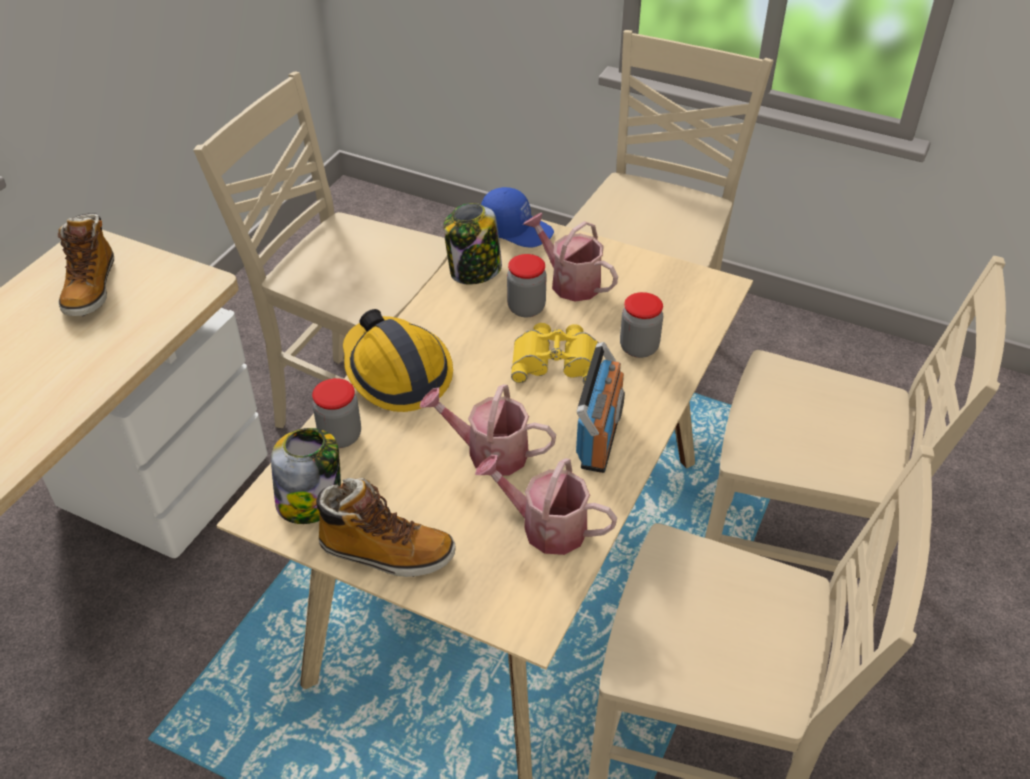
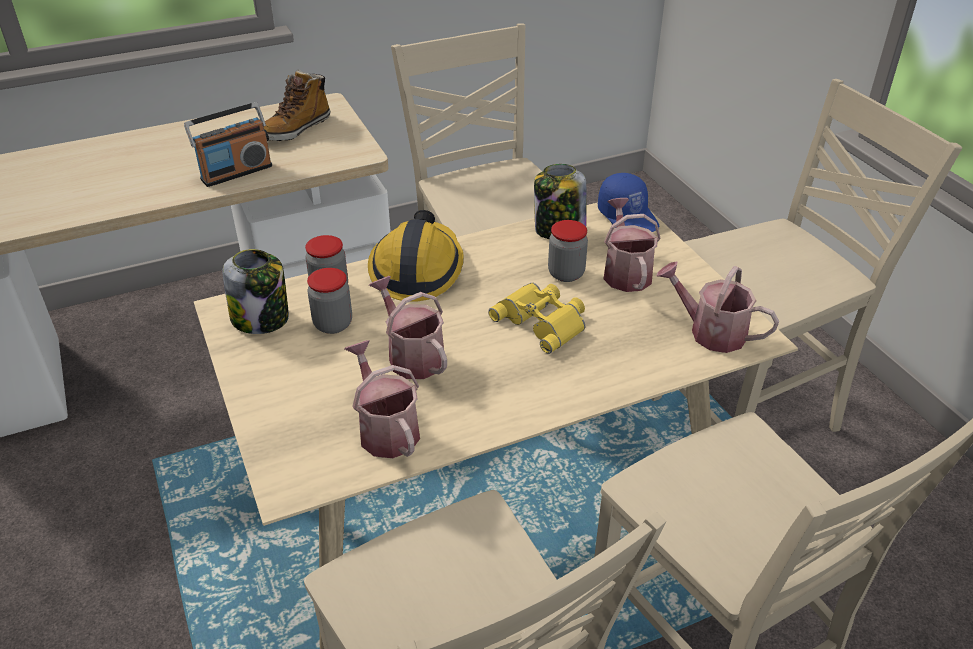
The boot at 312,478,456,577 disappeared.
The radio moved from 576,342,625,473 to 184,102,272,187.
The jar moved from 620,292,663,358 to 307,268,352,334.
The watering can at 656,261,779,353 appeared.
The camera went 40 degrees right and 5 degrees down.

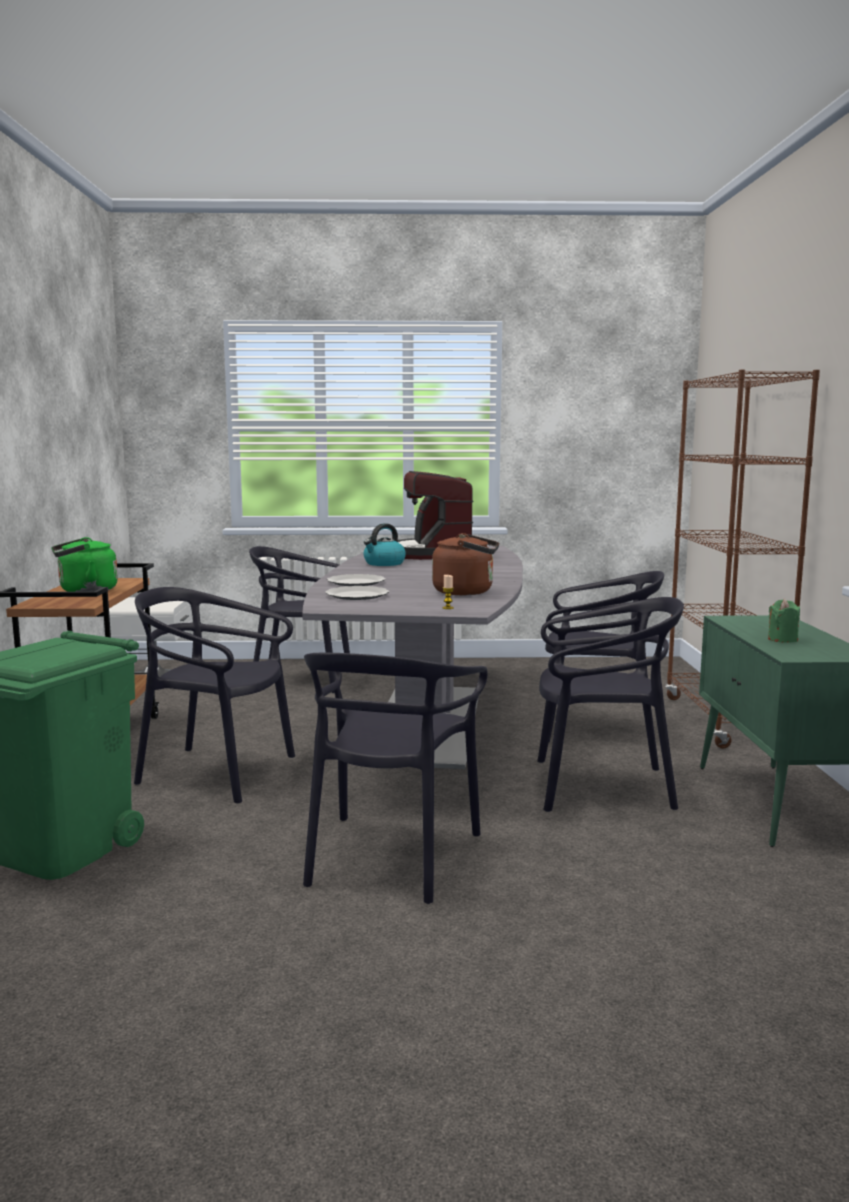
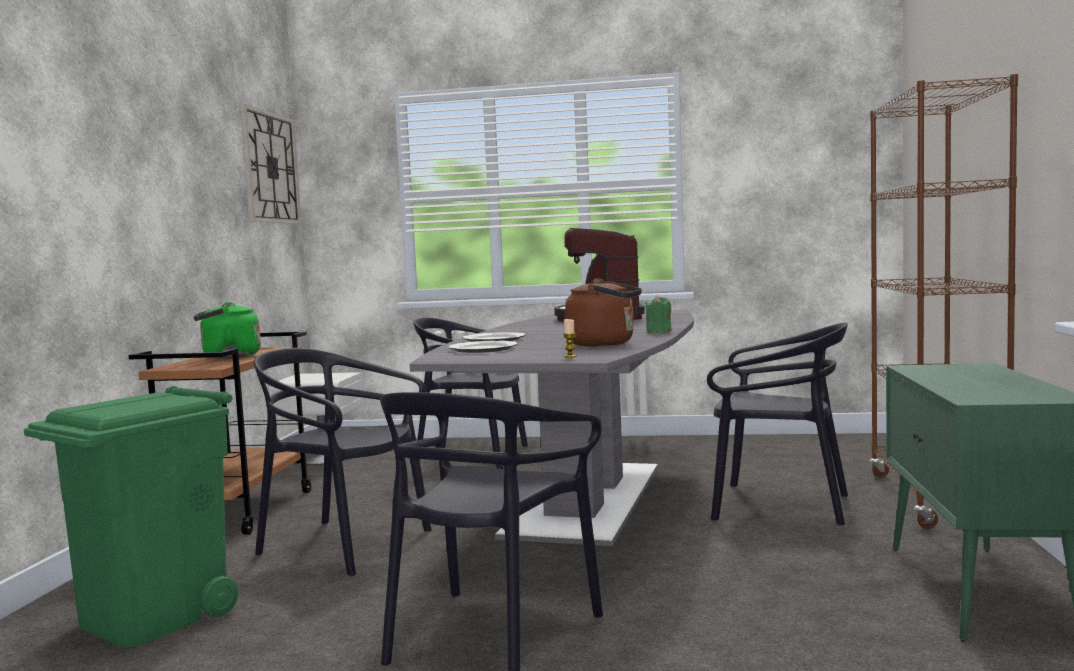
The kettle at 363,523,406,566 disappeared.
The chair/black at 537,597,684,812 disappeared.
The candle/green moved from 768,599,800,643 to 645,295,672,333.
The wall clock at 240,104,301,224 appeared.
The camera went 10 degrees right and 5 degrees down.

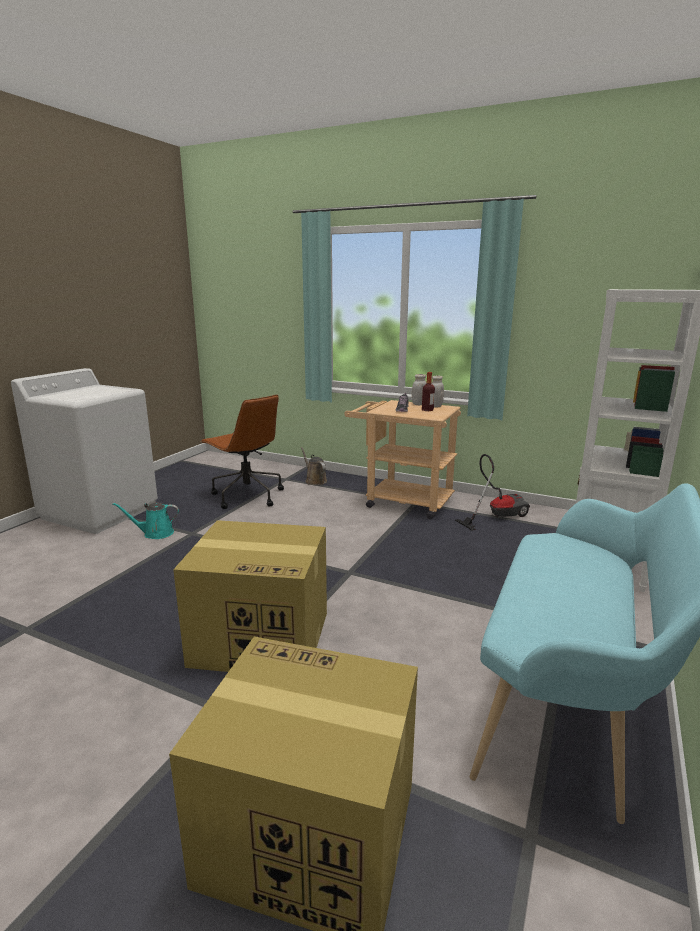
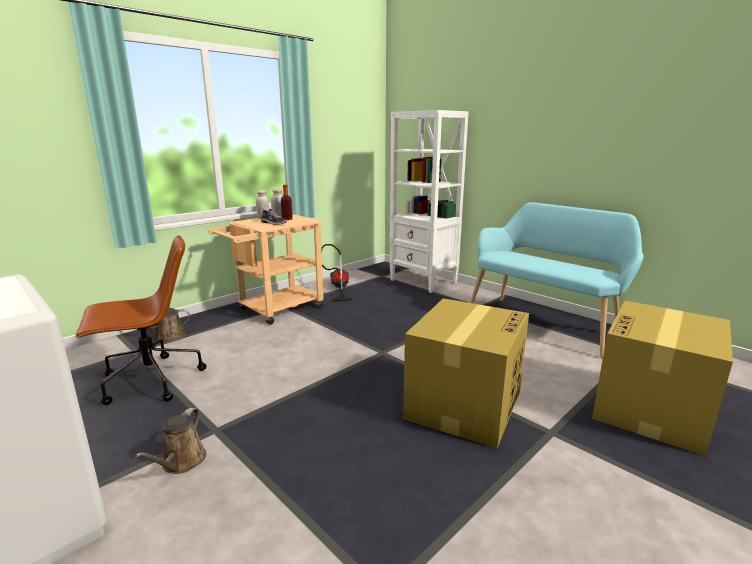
The watering can/turquoise at 112,503,179,539 became the watering can/brown at 135,408,206,474.
The camera went 70 degrees left and 0 degrees up.

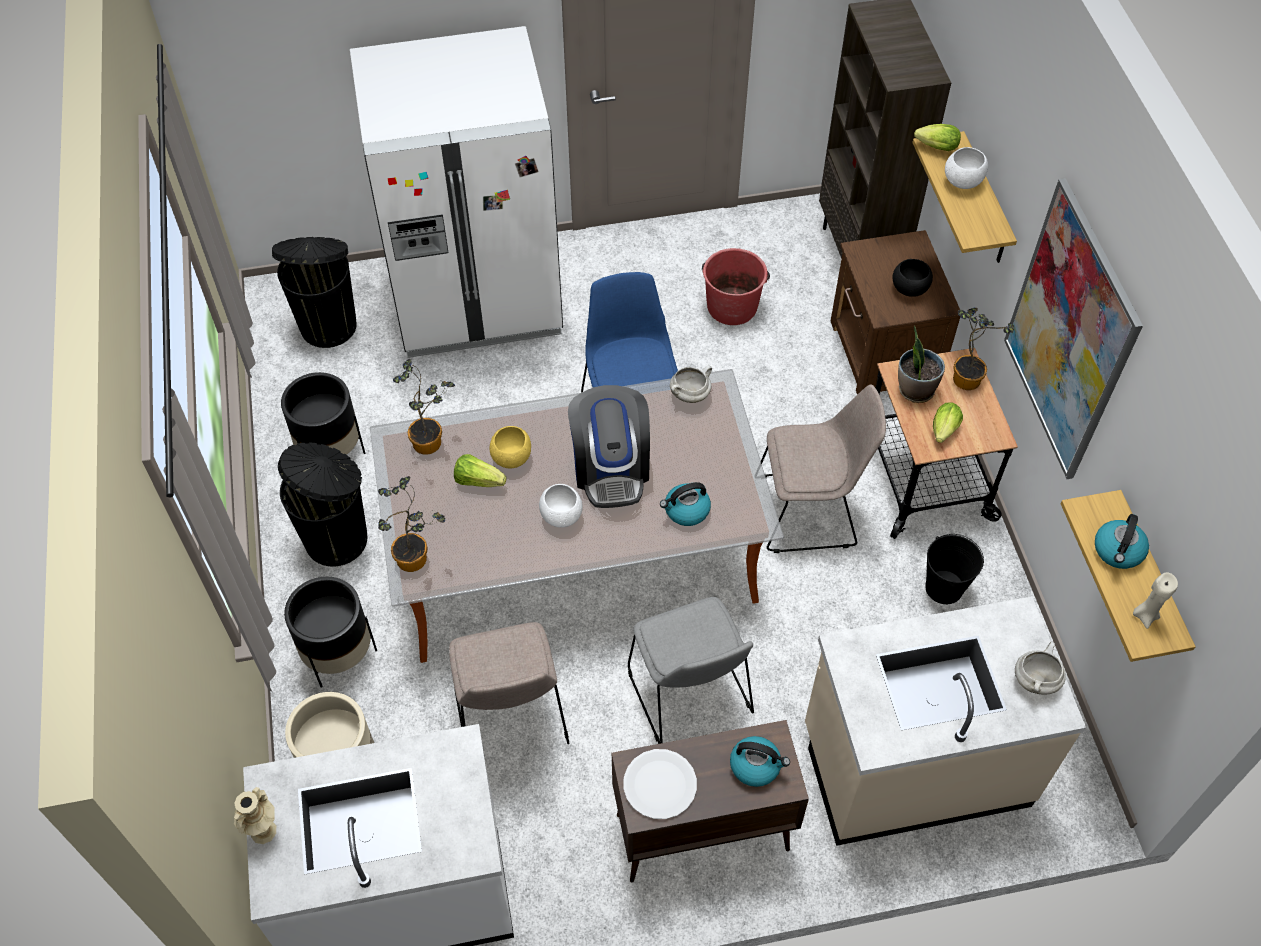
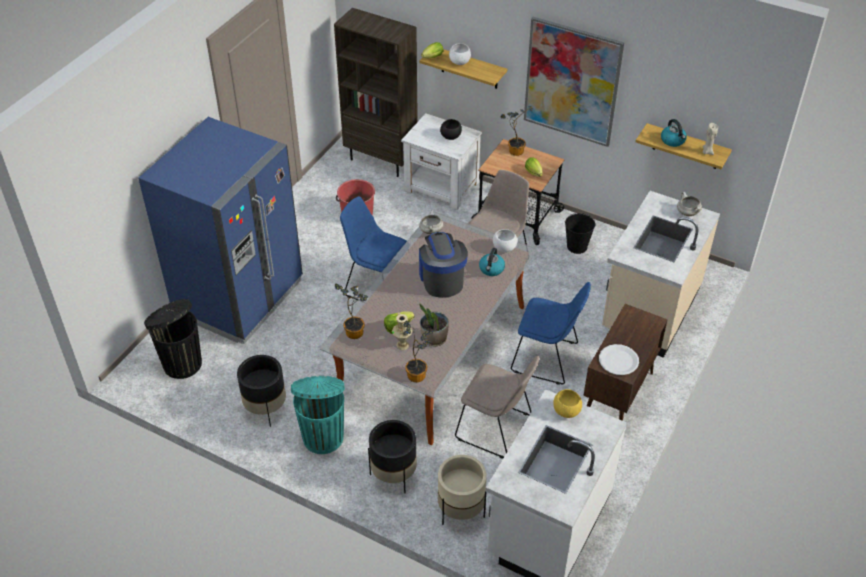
The vase/beige moved from 234,787,276,844 to 392,313,412,350.
The trash can/black at 278,442,368,566 became the trash can/turquoise at 291,376,345,454.
The fridge/white at 350,26,563,358 became the fridge/blue at 138,117,303,344.
The bowl/yellow moved from 490,426,531,468 to 553,389,582,418.
The bowl/white moved from 539,484,583,528 to 493,229,517,252.
The coffee machine at 568,385,650,508 turned 135 degrees counterclockwise.
The chair/grey at 628,597,754,744 became the chair/blue at 511,282,591,385.
The kettle at 730,736,790,787 disappeared.
The nightstand/brown at 831,230,961,395 became the nightstand/white at 401,113,482,210.
The potted plant moved from 898,325,945,403 to 420,304,449,346.
The camera went 50 degrees left and 10 degrees down.

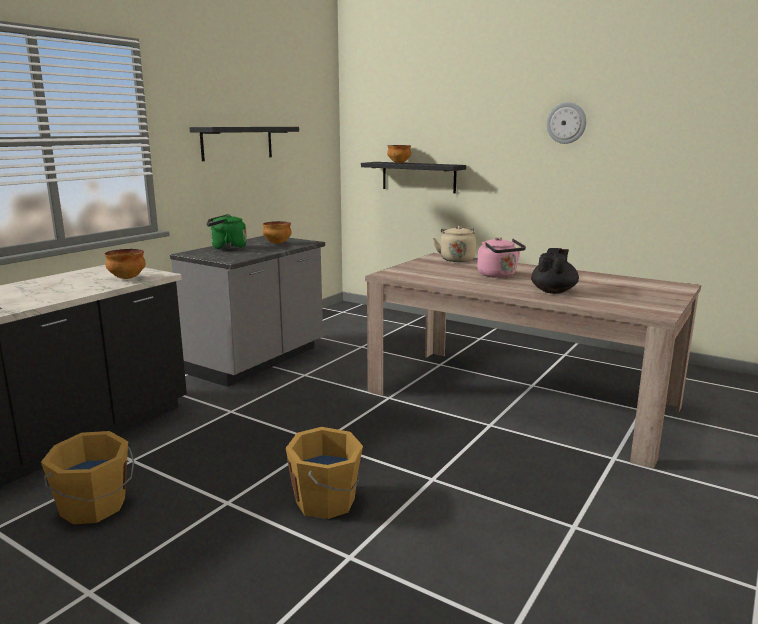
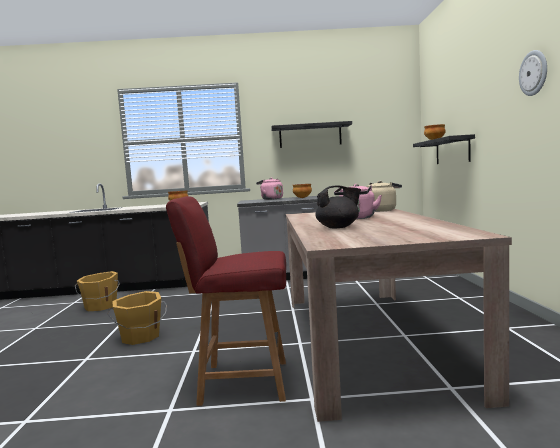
The kettle/green at 206,214,247,250 became the kettle/pink at 256,178,283,200.
The chair/red at 166,196,286,406 appeared.
The camera went 55 degrees right and 10 degrees down.

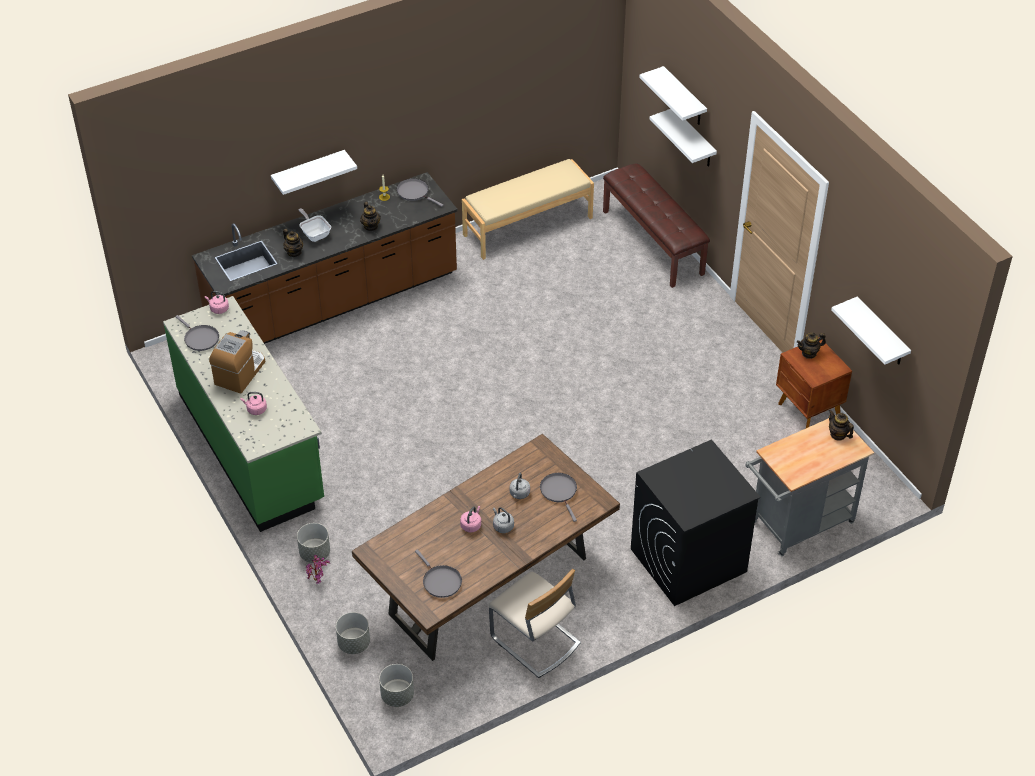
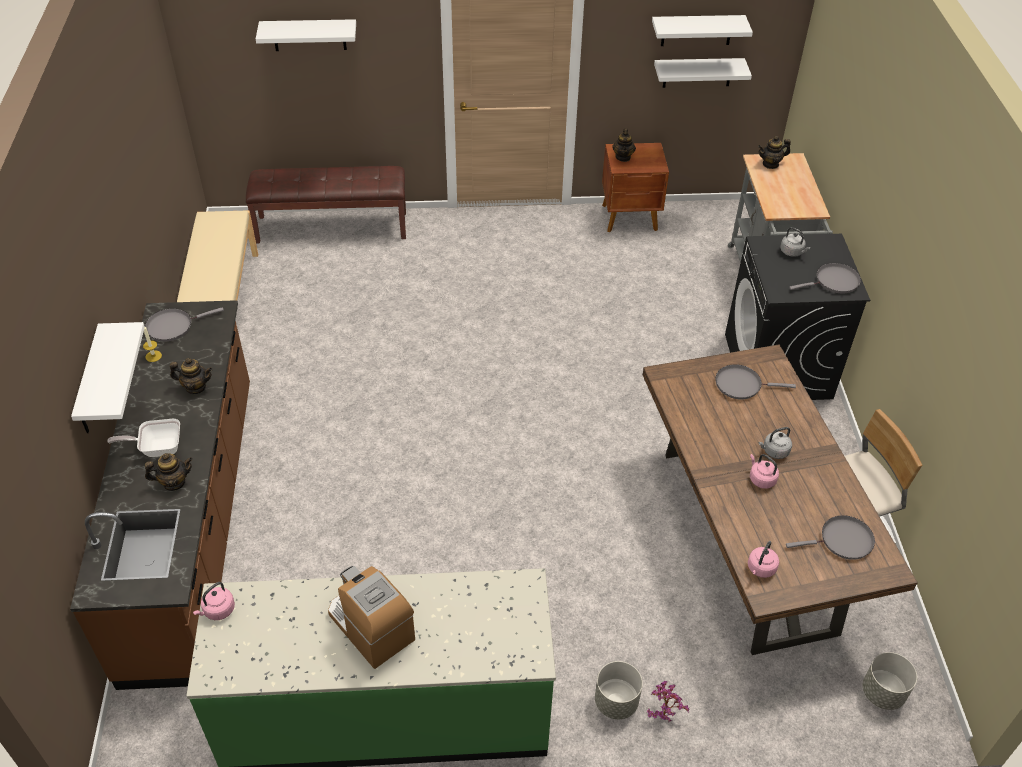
The frying pan/grey moved from 175,315,219,351 to 789,263,861,293.
The kettle/pink moved from 240,392,267,415 to 748,541,779,578.
The planter/grey at 336,612,370,654 disappeared.
The kettle/grey moved from 510,473,530,499 to 780,227,811,257.
The shelf/white moved from 650,109,717,167 to 652,15,753,46.
The camera went 65 degrees left and 0 degrees up.

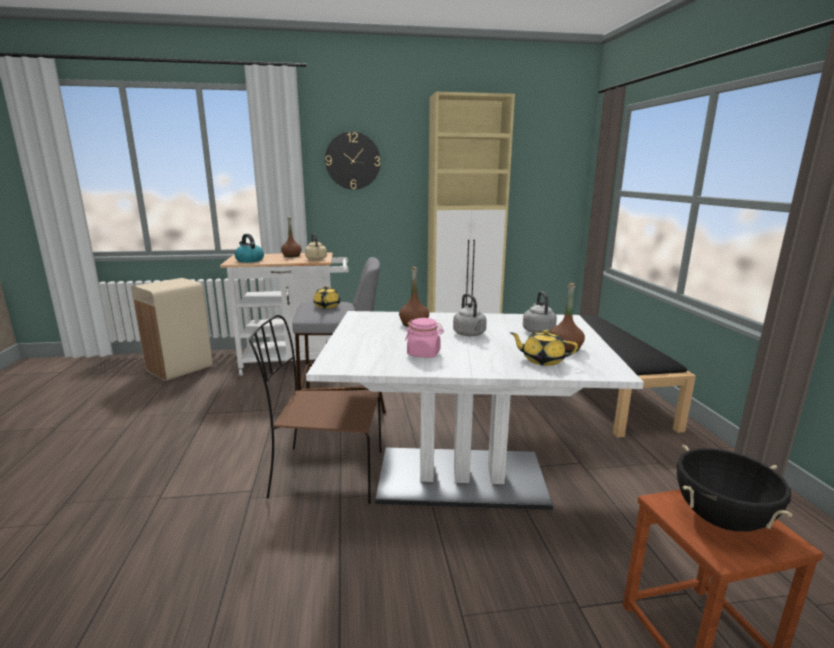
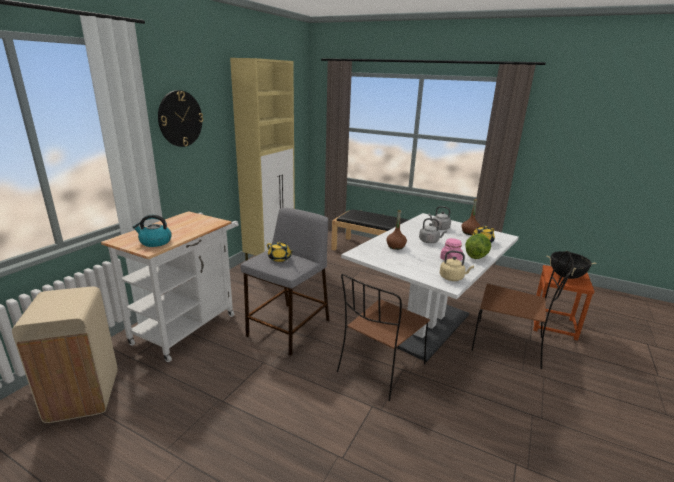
The bottle/brown at 281,217,302,257 disappeared.
The kettle/beige moved from 305,233,327,260 to 440,251,474,281.
The lettuce at 465,233,491,259 appeared.
The chair/brown at 472,251,574,369 appeared.
The camera went 55 degrees left and 5 degrees up.

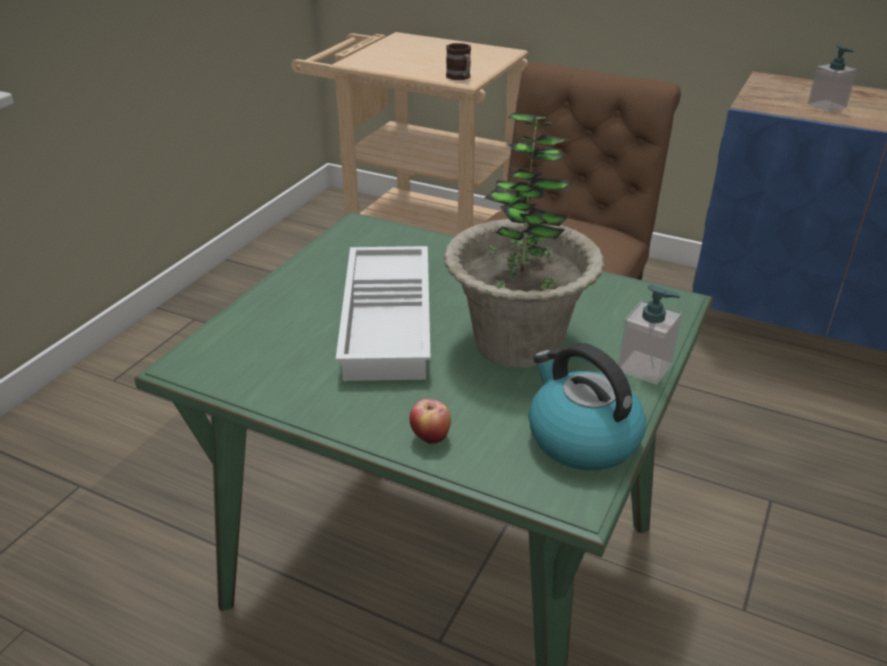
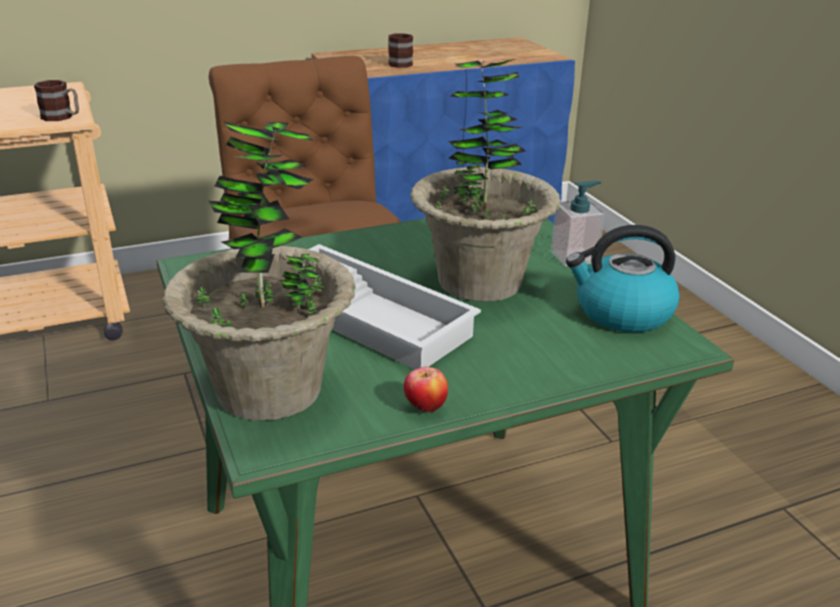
The apple moved from 410,399,451,444 to 404,367,448,413.
The soap dispenser at 808,45,857,112 was replaced by the mug at 388,33,413,68.
The potted plant at 163,121,355,421 appeared.
The camera went 50 degrees left and 5 degrees down.

